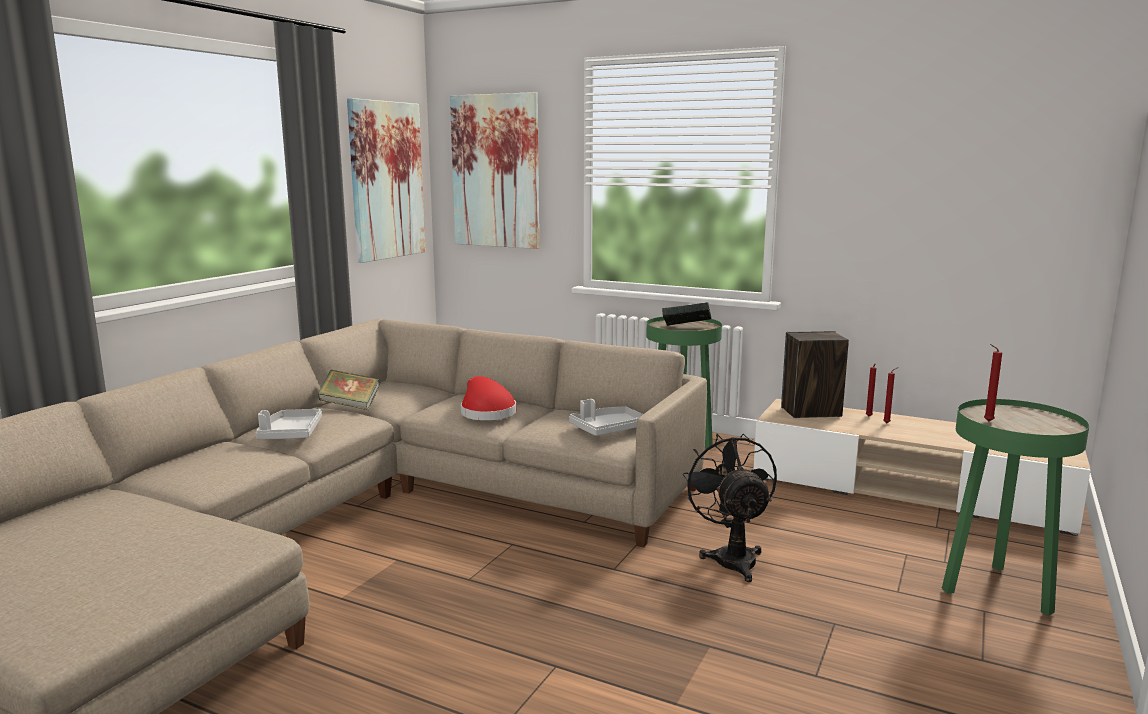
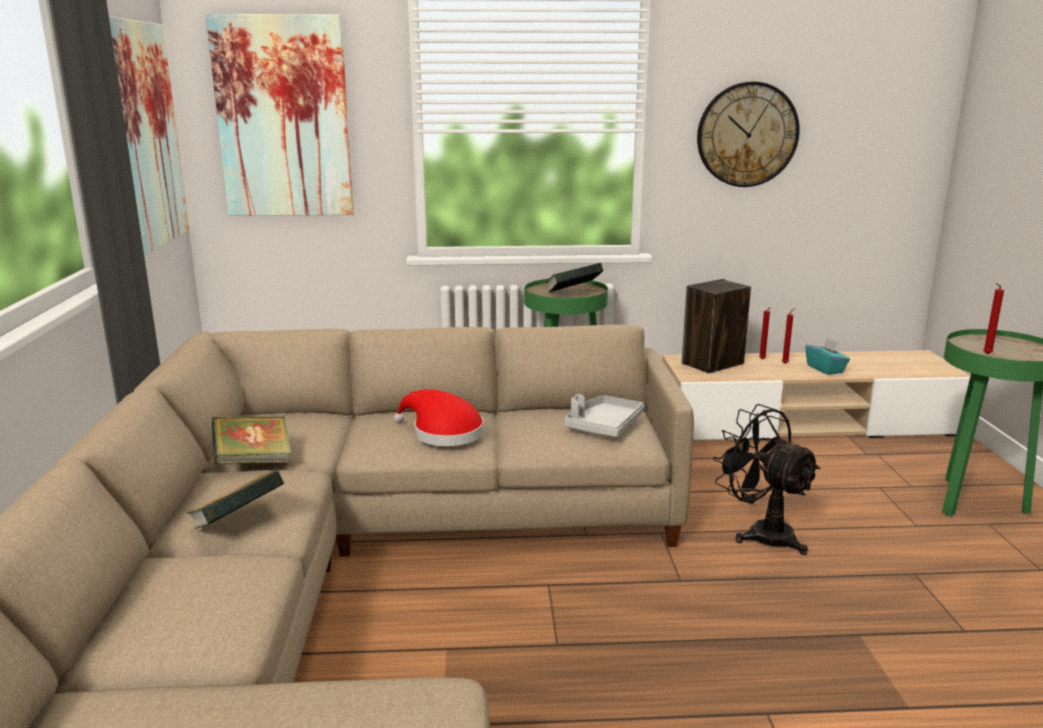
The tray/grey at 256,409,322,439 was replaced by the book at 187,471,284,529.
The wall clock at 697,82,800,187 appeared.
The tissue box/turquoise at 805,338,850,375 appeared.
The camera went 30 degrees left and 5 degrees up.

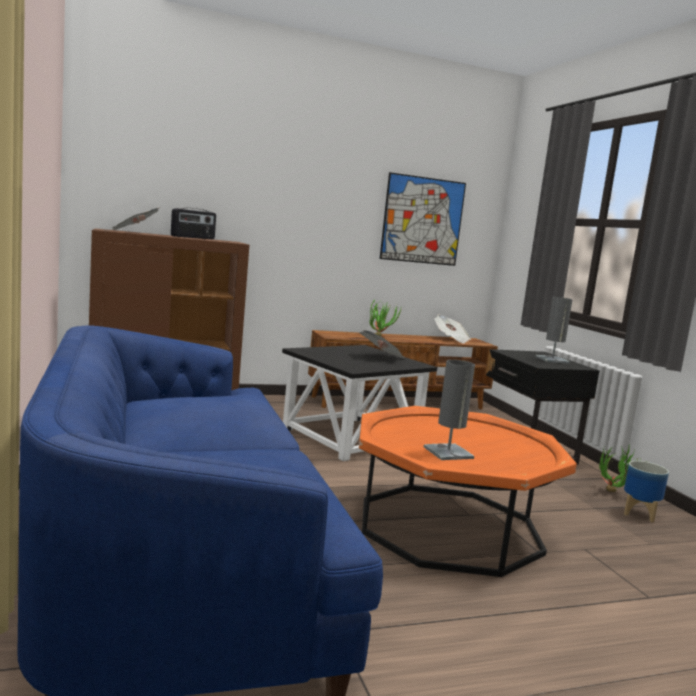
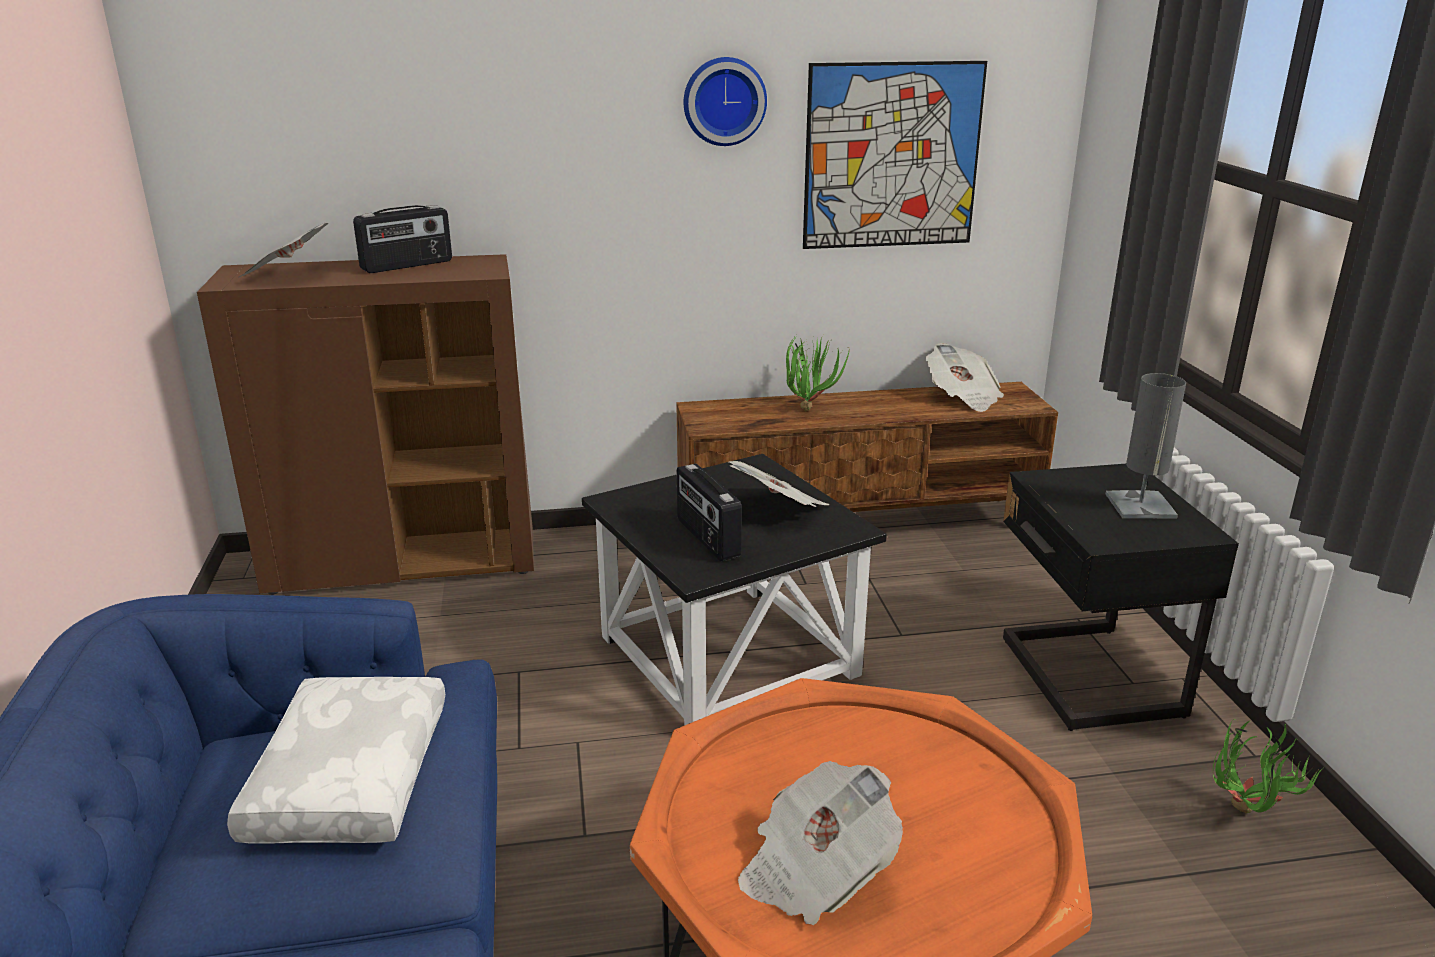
The table lamp/grey at 424,360,475,460 was replaced by the newspaper at 738,761,903,925.
The planter at 624,461,669,523 disappeared.
The pillow/white at 227,677,445,843 appeared.
The radio at 677,464,742,561 appeared.
The wall clock at 684,57,767,146 appeared.
The camera went 10 degrees right and 15 degrees up.

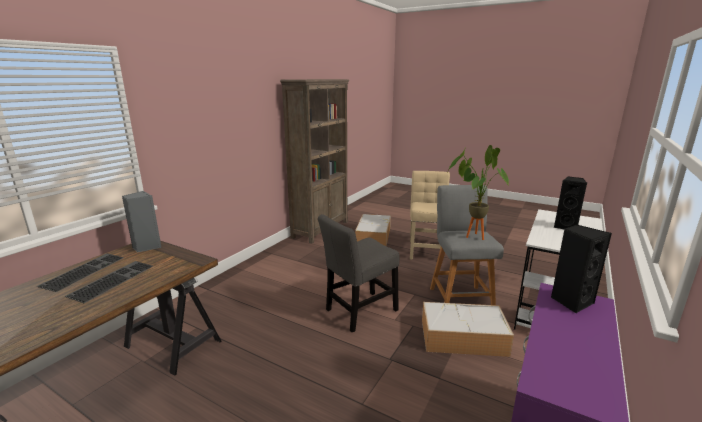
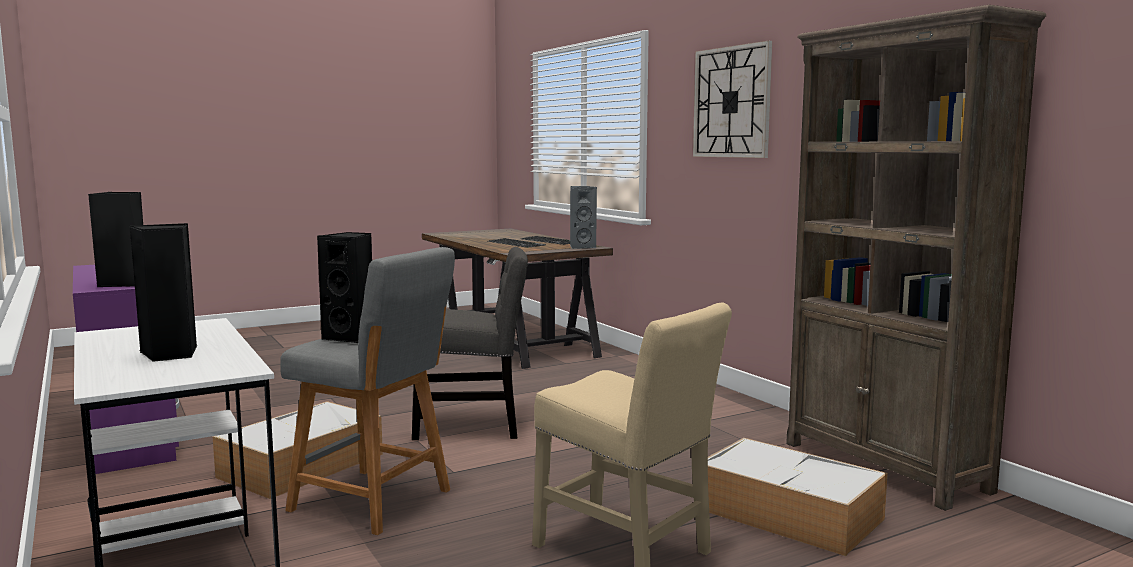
The chair/grey at 318,214,399,333 turned 90 degrees clockwise.
The potted plant at 447,145,509,240 was replaced by the speaker/black at 317,232,372,343.
The wall clock at 693,41,772,158 appeared.
The camera went 120 degrees right and 10 degrees down.

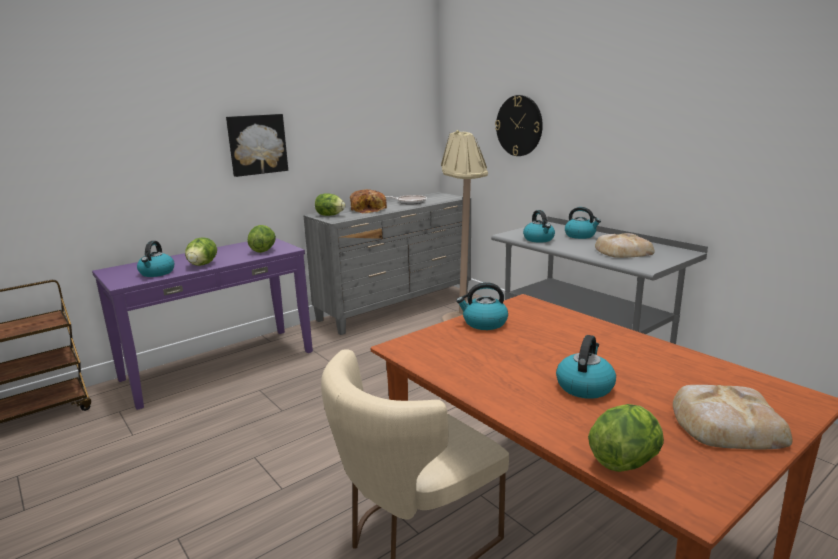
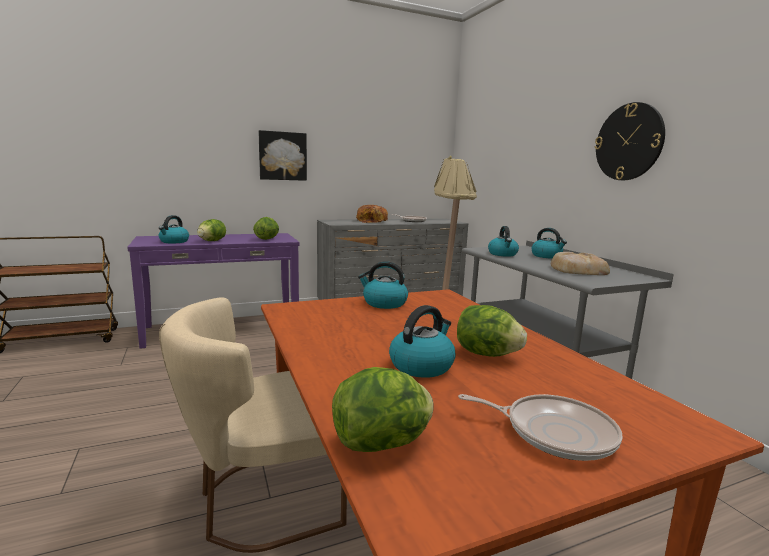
The lettuce moved from 315,193,345,216 to 457,305,527,357.
The wall clock moved from 495,95,543,156 to 595,102,665,180.
The bread at 673,385,792,450 was replaced by the frying pan at 458,394,622,461.
The camera went 15 degrees right and 5 degrees down.

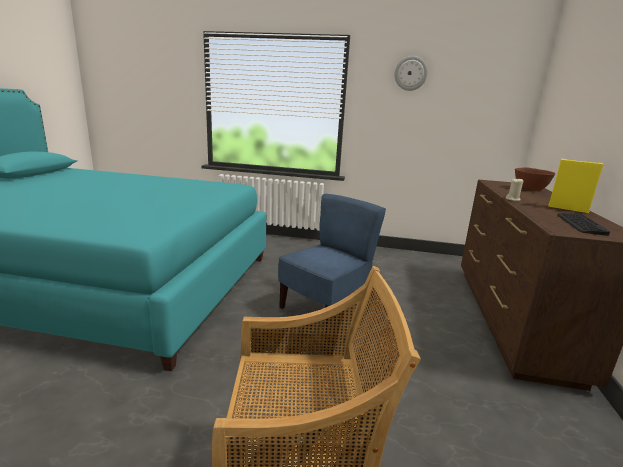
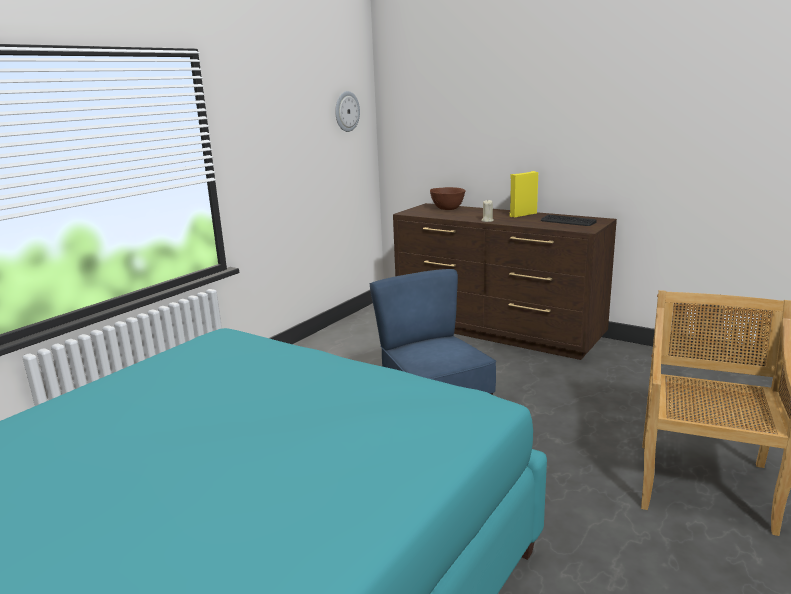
The wall clock moved from 394,56,428,91 to 335,91,360,132.
The camera went 65 degrees left and 0 degrees up.

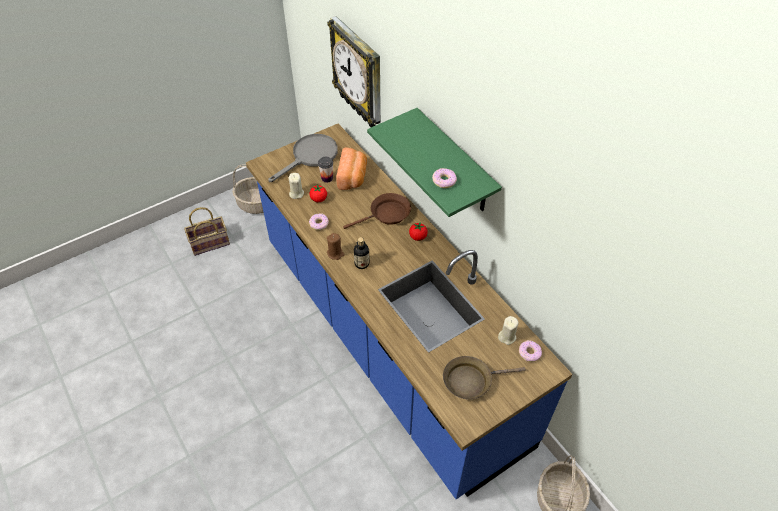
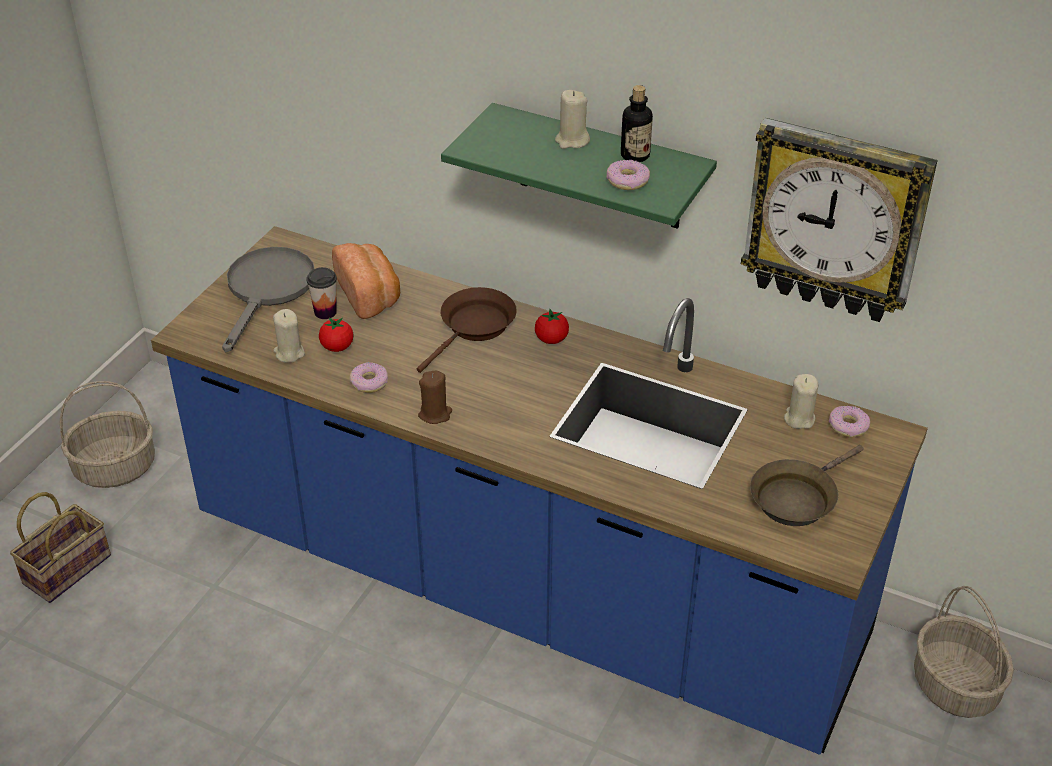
The wall clock moved from 327,16,381,127 to 741,118,937,322.
The bottle moved from 354,237,370,269 to 621,85,653,162.
The candle/beige at 555,90,590,149 appeared.
The camera went 30 degrees left and 10 degrees down.

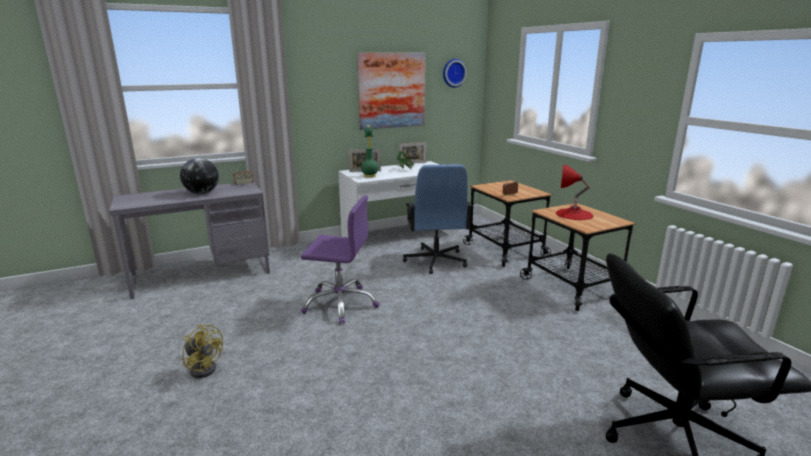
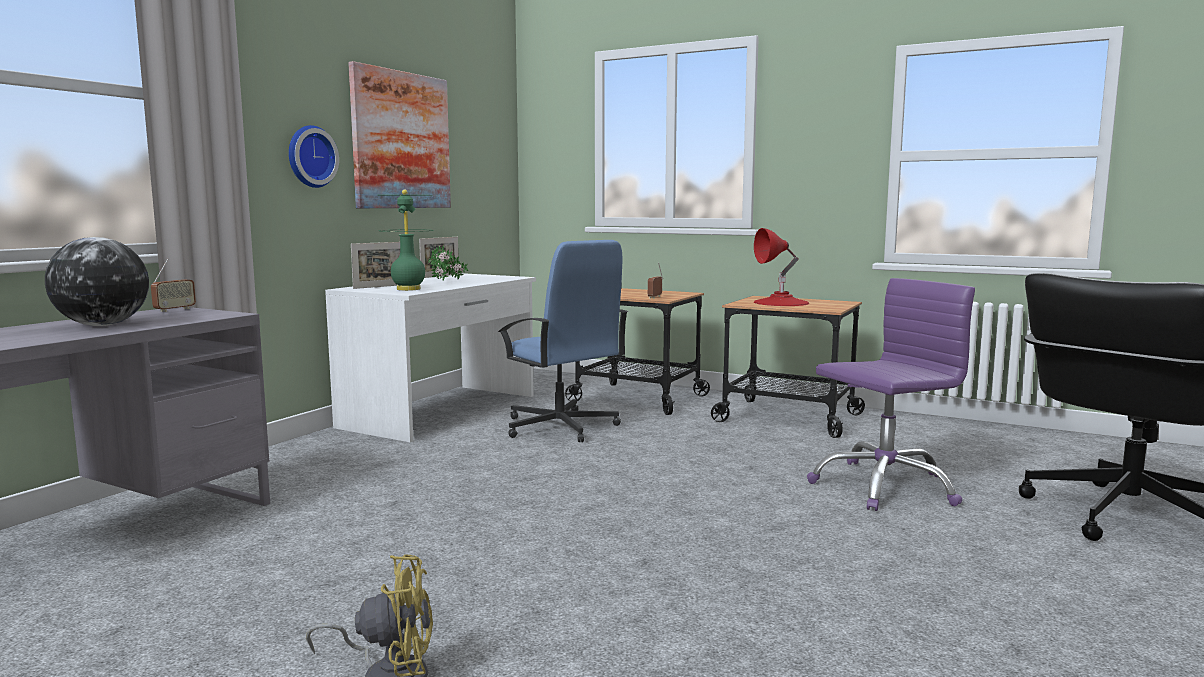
The office chair/purple moved from 301,195,380,324 to 807,278,975,511.
The wall clock moved from 443,59,467,88 to 289,125,339,188.
The camera went 35 degrees left and 10 degrees down.

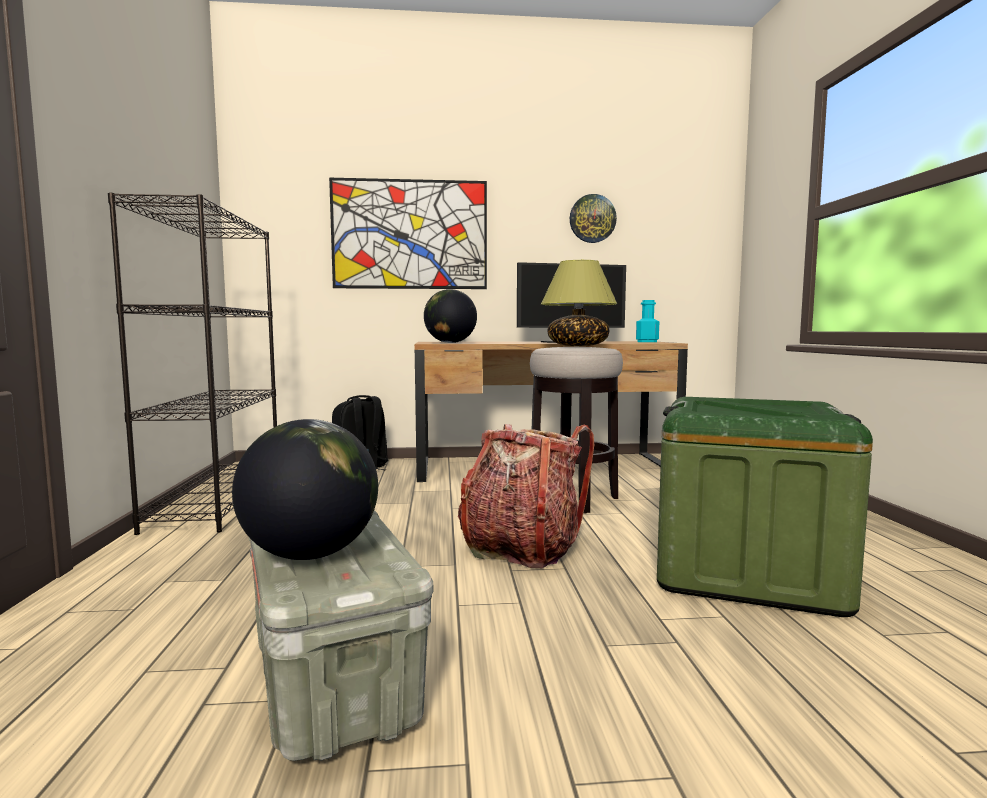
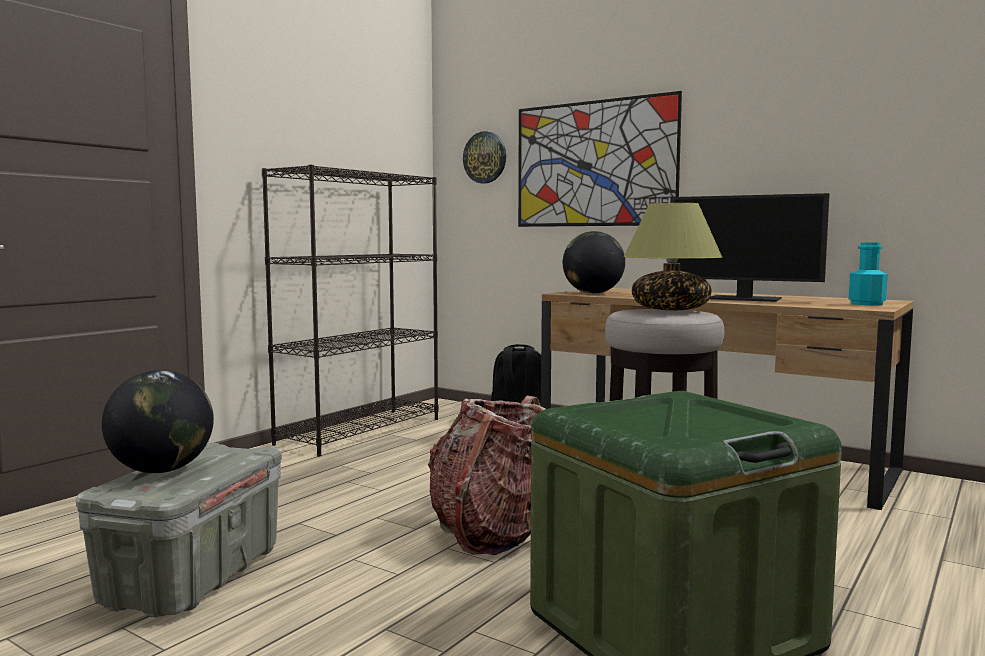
The wall clock moved from 570,194,617,243 to 463,131,506,184.
The camera went 40 degrees right and 0 degrees up.

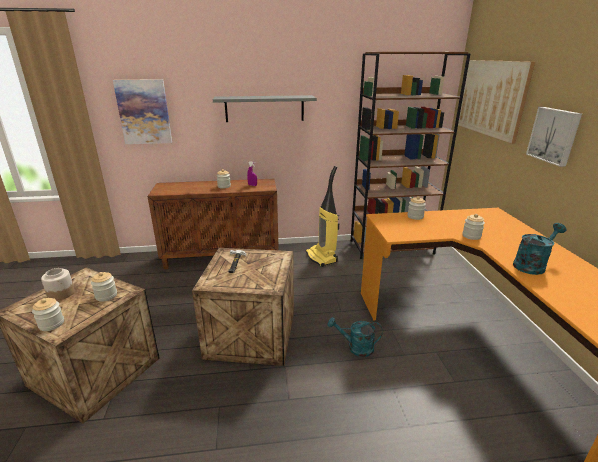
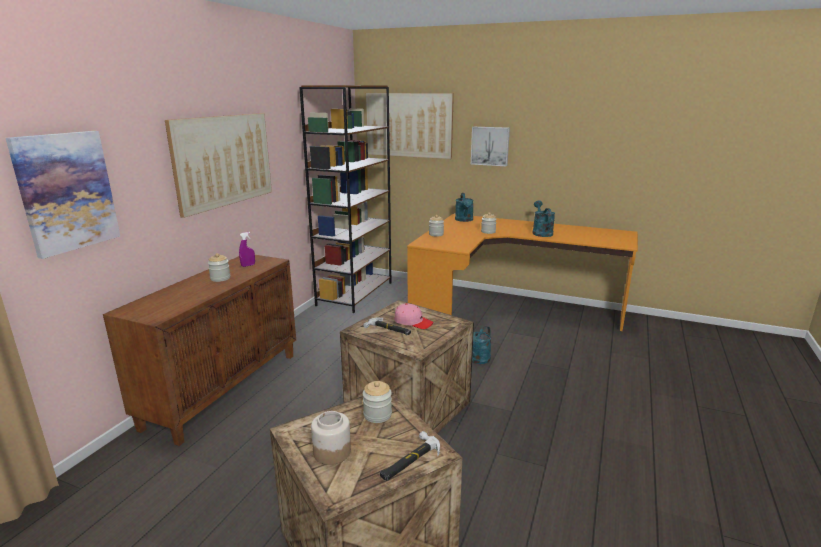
The jar at 32,298,64,331 was replaced by the hammer at 380,431,440,481.
The shelf/grey at 213,95,317,122 was replaced by the picture at 165,113,272,218.
The vacuum cleaner at 306,166,339,267 disappeared.
The cap/pink at 395,303,433,329 appeared.
The watering can/turquoise at 455,193,474,222 appeared.
The camera went 60 degrees left and 5 degrees down.

